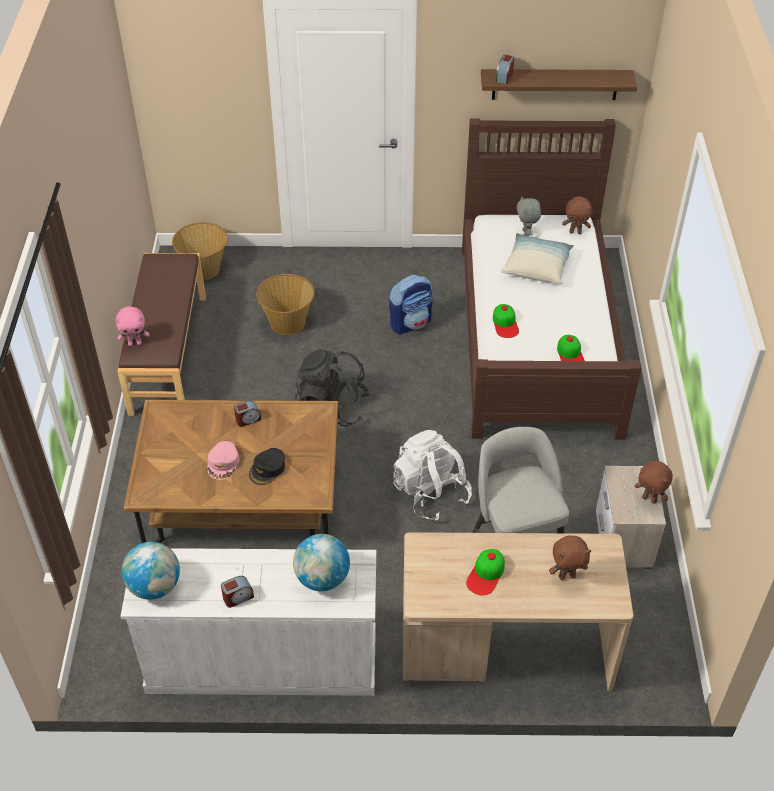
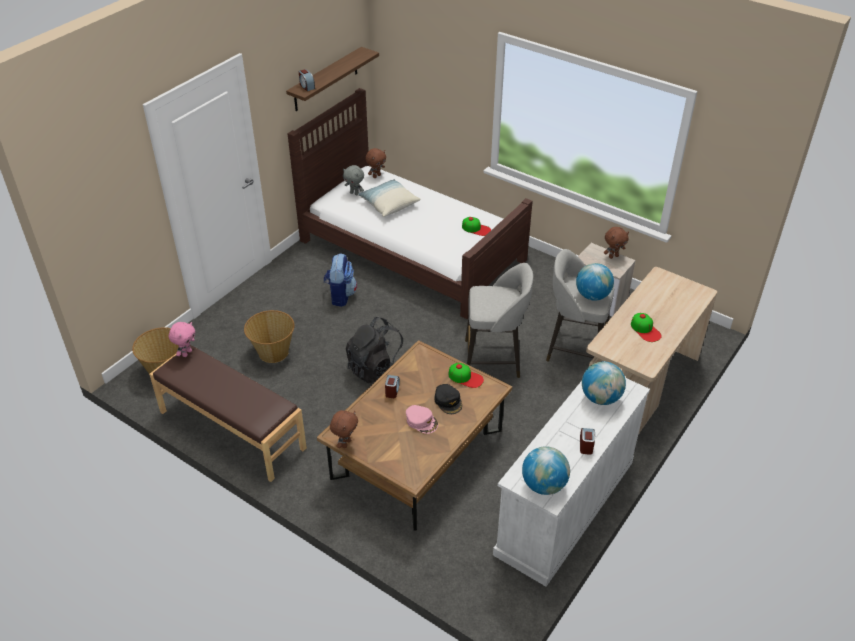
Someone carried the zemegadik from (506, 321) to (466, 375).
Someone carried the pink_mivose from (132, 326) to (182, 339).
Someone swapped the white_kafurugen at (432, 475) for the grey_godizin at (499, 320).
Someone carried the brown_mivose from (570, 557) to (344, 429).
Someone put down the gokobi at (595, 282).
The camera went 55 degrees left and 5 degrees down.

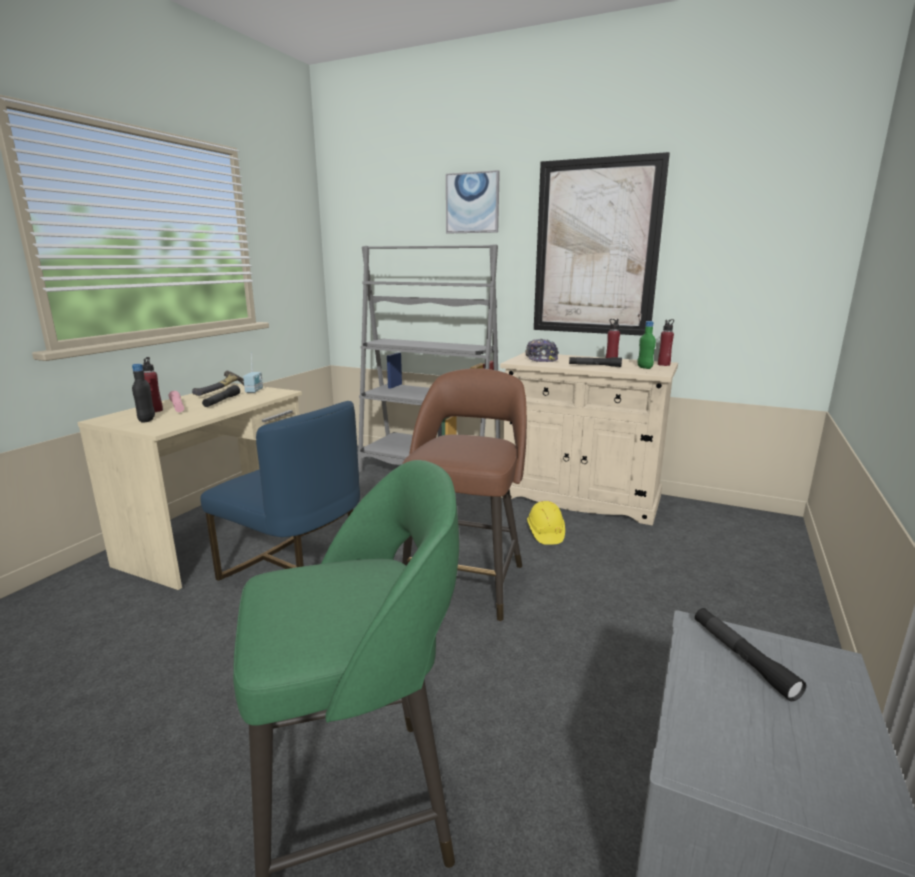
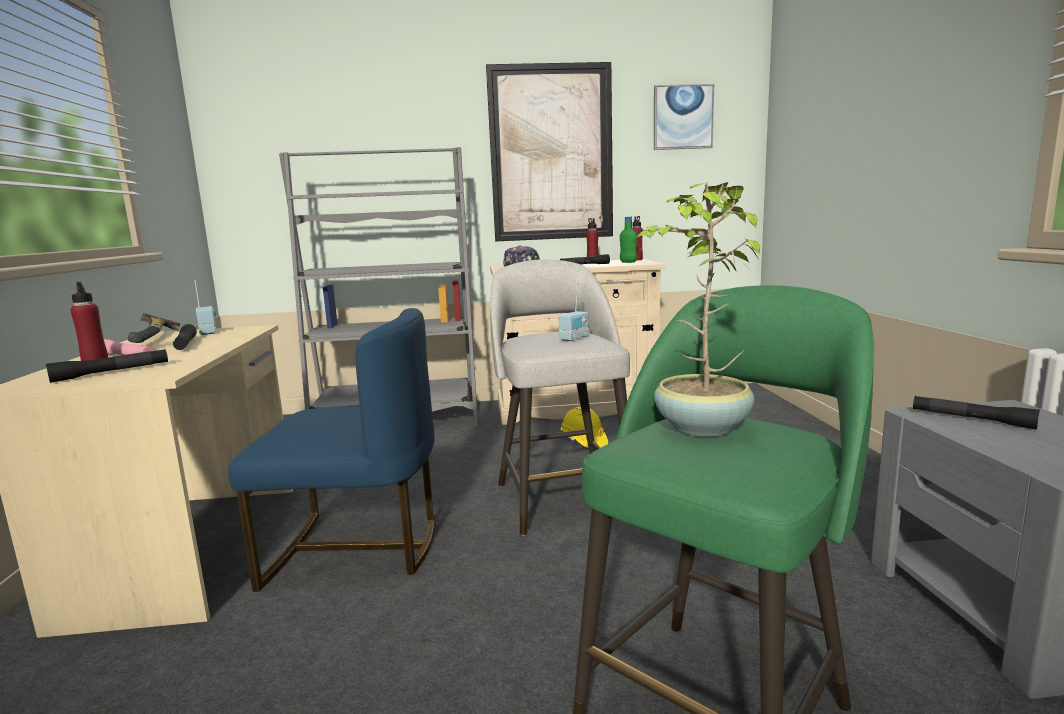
Someone carried the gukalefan from (473, 202) to (684, 117).
Someone swapped the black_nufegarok at (143, 393) for the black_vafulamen at (107, 366).
Someone repainted the brown_godizin at (464, 494), which became the grey_godizin at (560, 397).
Someone put down the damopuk at (697, 309).
Someone put down the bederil at (574, 312).
The camera went 30 degrees left and 5 degrees down.

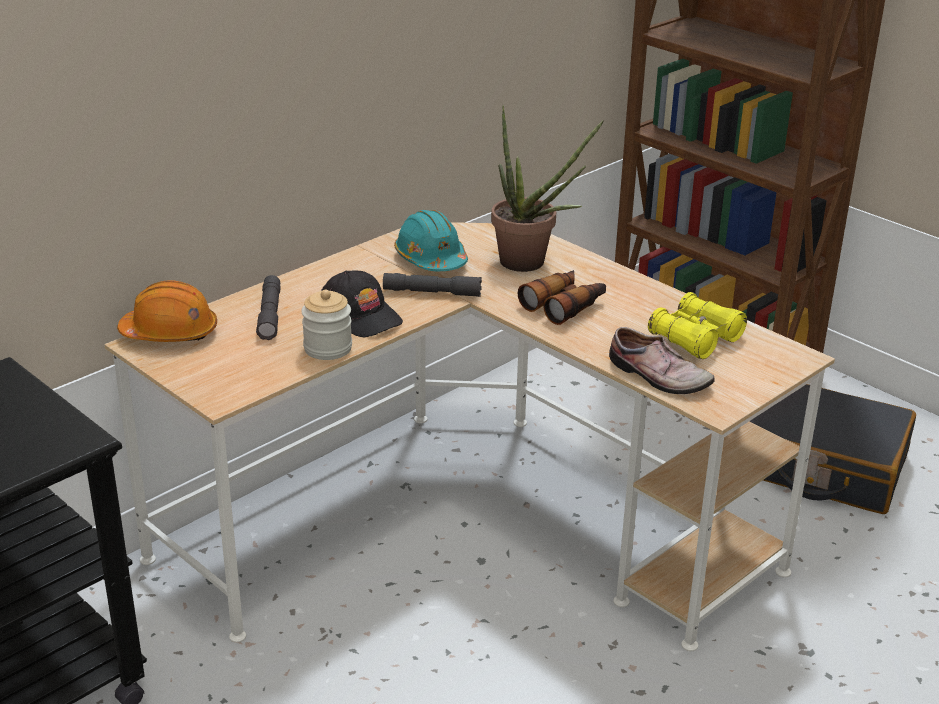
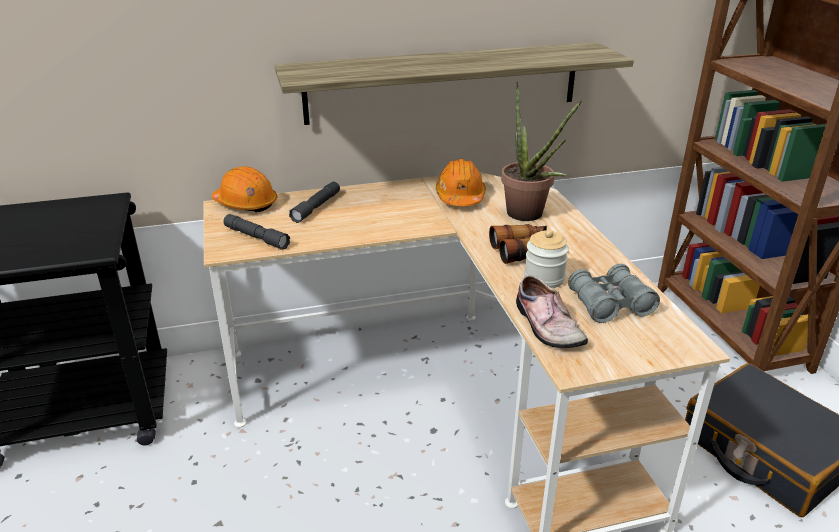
Someone repainted the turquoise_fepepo at (431, 240), which became the orange_fepepo at (461, 182).
Someone took away the black_zemegadik at (362, 304).
Someone carried the grey_vafulamen from (432, 285) to (256, 232).
Someone carried the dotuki from (326, 325) to (546, 259).
Someone repainted the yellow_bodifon at (697, 325), which became the grey_bodifon at (614, 293).
Someone put up the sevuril at (454, 83).
The camera went 30 degrees right and 0 degrees up.

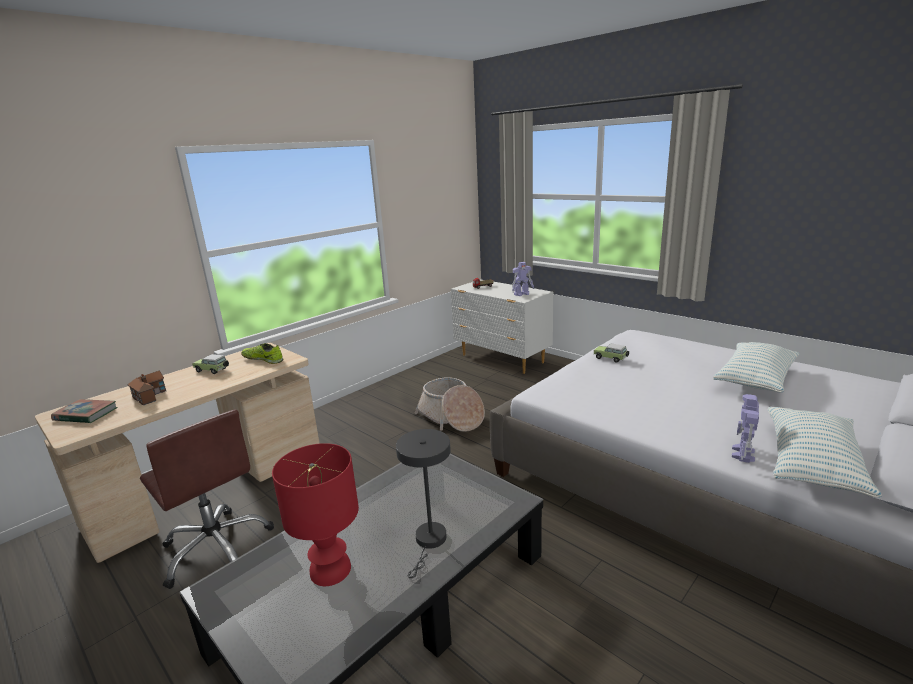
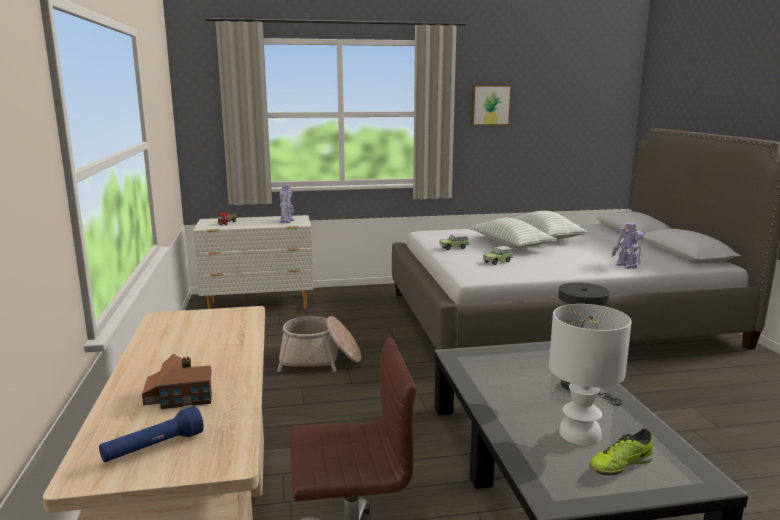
Someone carried the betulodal from (262, 353) to (621, 451).
Someone carried the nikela from (210, 364) to (498, 255).
Someone swapped the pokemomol at (84, 411) for the blue_vafulamen at (151, 434).
Someone carried the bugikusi from (825, 452) to (513, 233).
Someone repainted the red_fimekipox at (315, 514), which became the white_fimekipox at (590, 374).
Someone put up the gukalefan at (491, 105).
The camera went 55 degrees left and 5 degrees down.

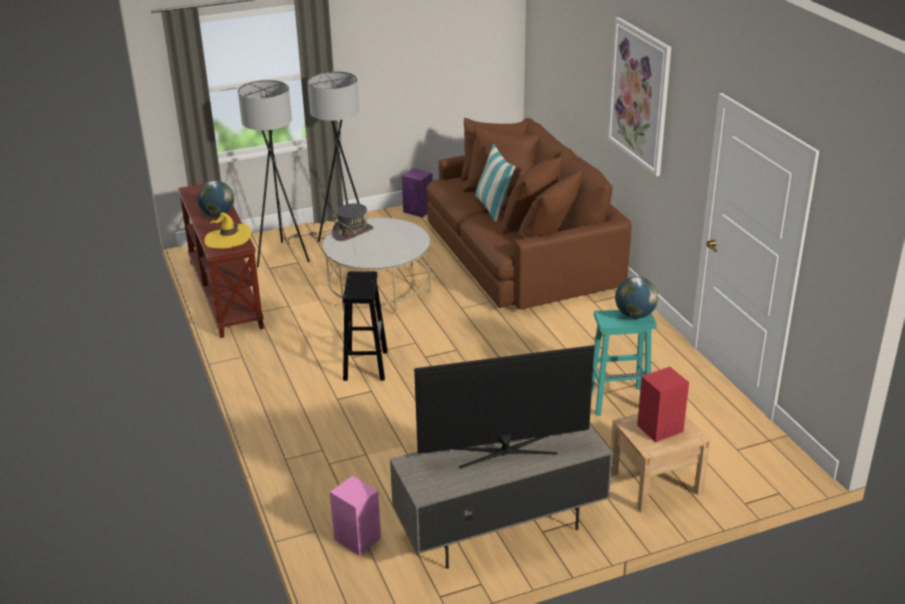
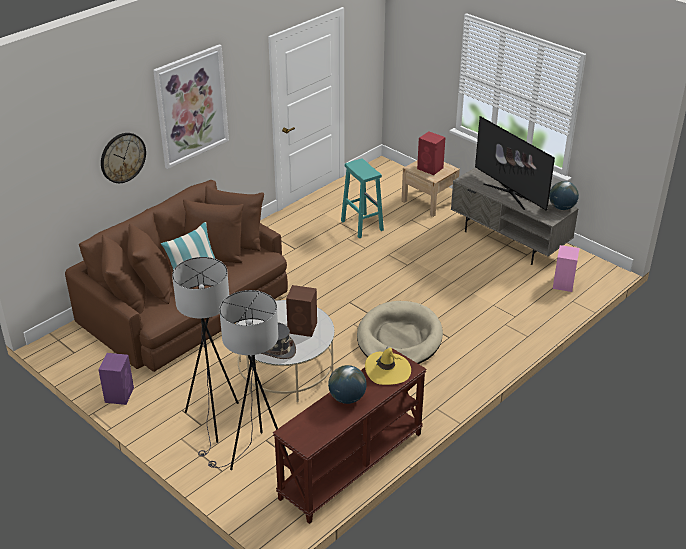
Someone swapped the black_godizin at (365, 326) for the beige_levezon at (400, 332).
Someone carried the gokobi from (636, 297) to (564, 195).
Someone put up the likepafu at (123, 158).
Someone put down the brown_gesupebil at (301, 311).
The camera went 115 degrees left and 5 degrees up.

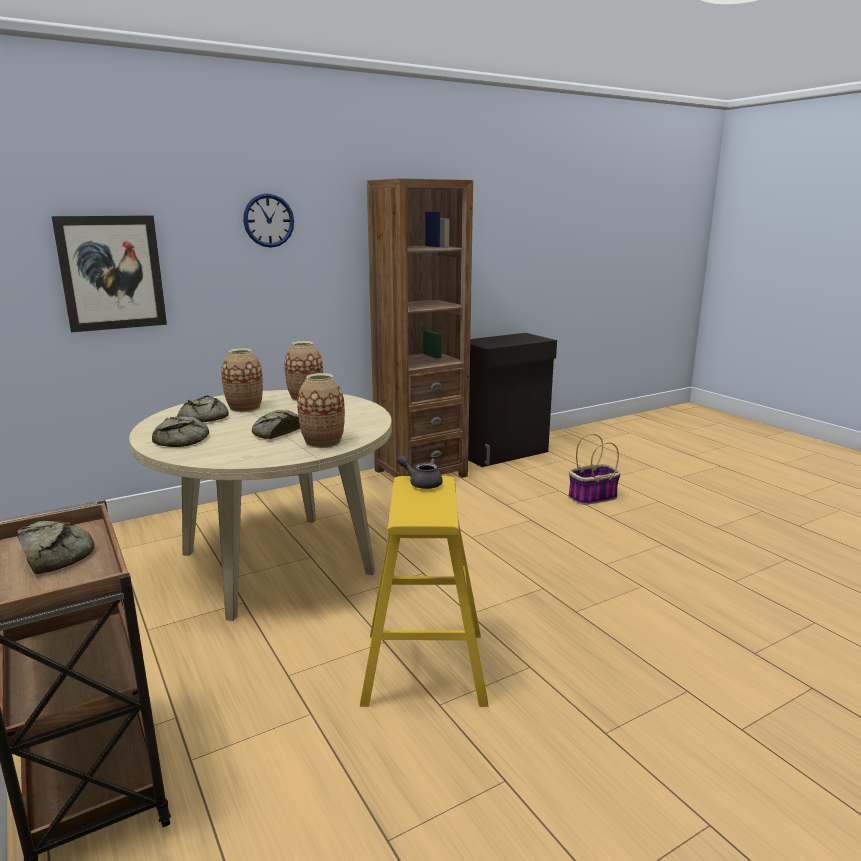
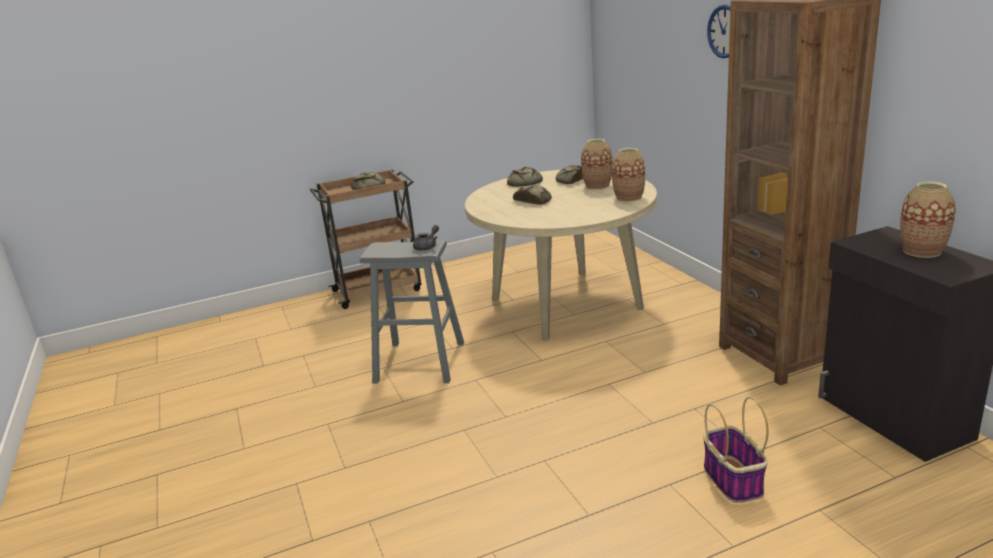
Someone took away the gukalefan at (109, 274).
Someone carried the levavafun from (321, 410) to (928, 219).
Someone repainted the yellow_godizin at (424, 591), which became the grey_godizin at (412, 311).
The camera went 100 degrees right and 5 degrees up.

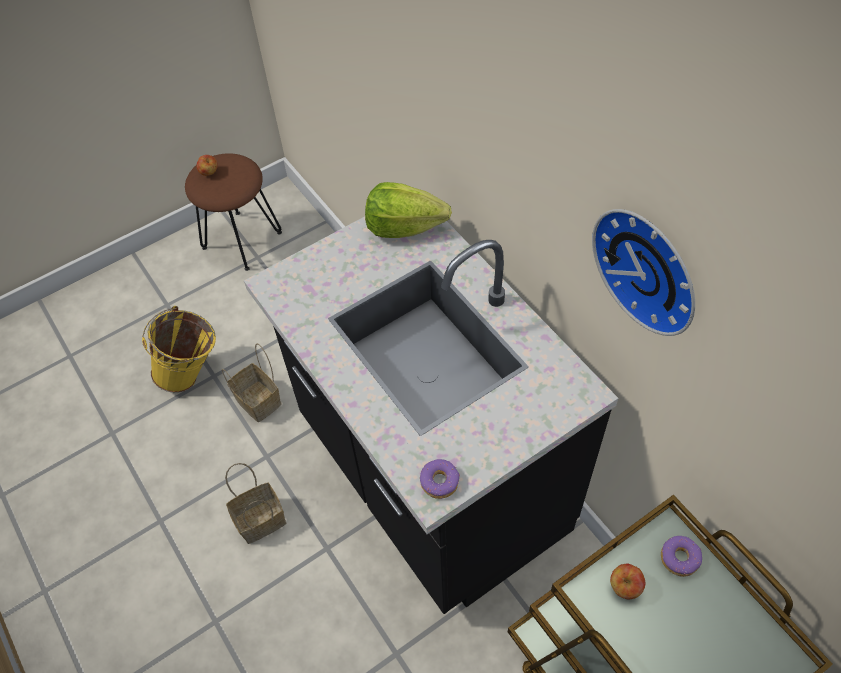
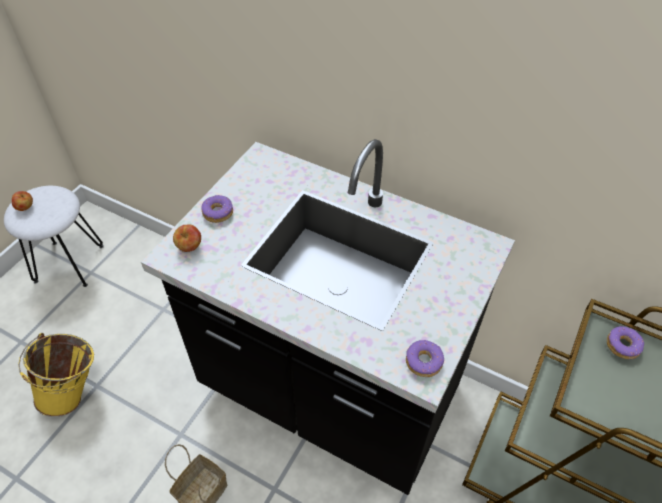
Someone repainted the brown_godizin at (233, 212), which became the white_godizin at (54, 236).
Someone took away the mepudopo at (408, 210).
Someone took away the likepafu at (643, 272).
Someone took away the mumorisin at (252, 382).
Someone carried the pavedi from (627, 581) to (187, 238).
Someone put down the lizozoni at (217, 209).
The camera went 30 degrees left and 5 degrees down.

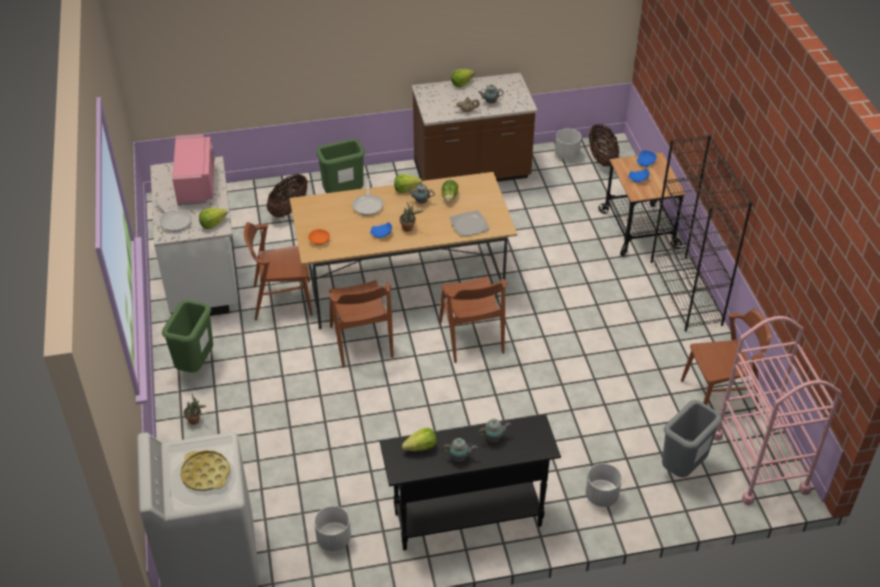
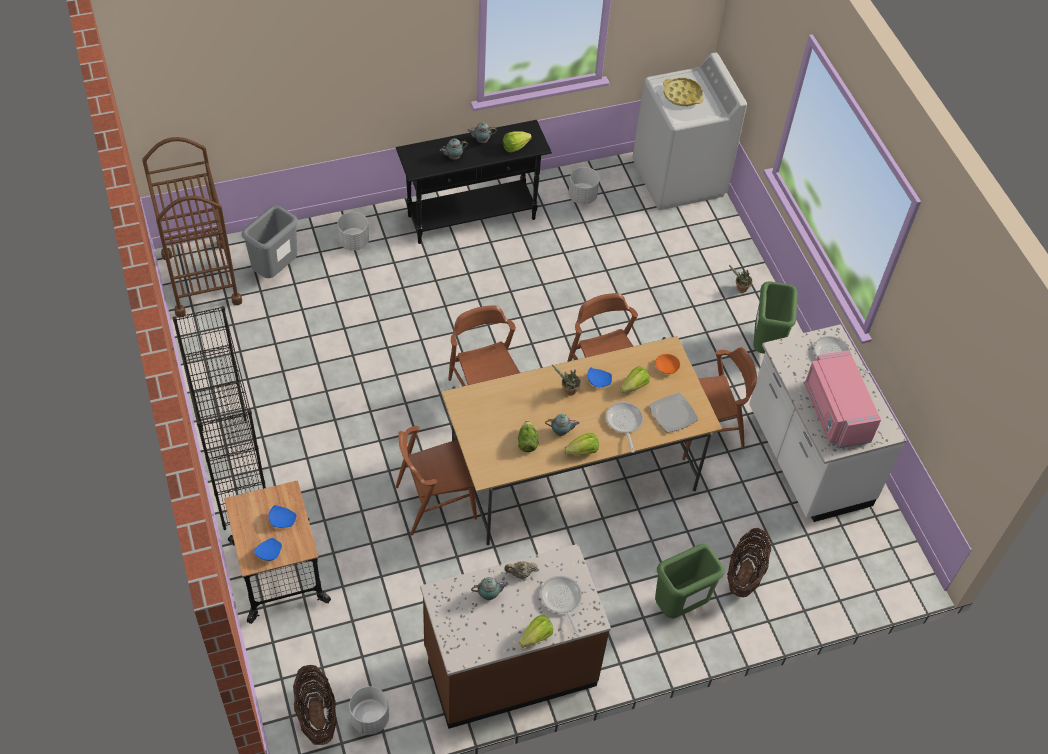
Someone carried the mepudopo from (213, 218) to (635, 379).
Someone carried the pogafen from (470, 223) to (673, 412).
Someone carried the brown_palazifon from (726, 360) to (436, 480).
Someone repainted the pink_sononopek at (778, 410), which became the brown_sononopek at (192, 227).
Someone put down the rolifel at (561, 606).
The camera went 170 degrees right and 10 degrees up.

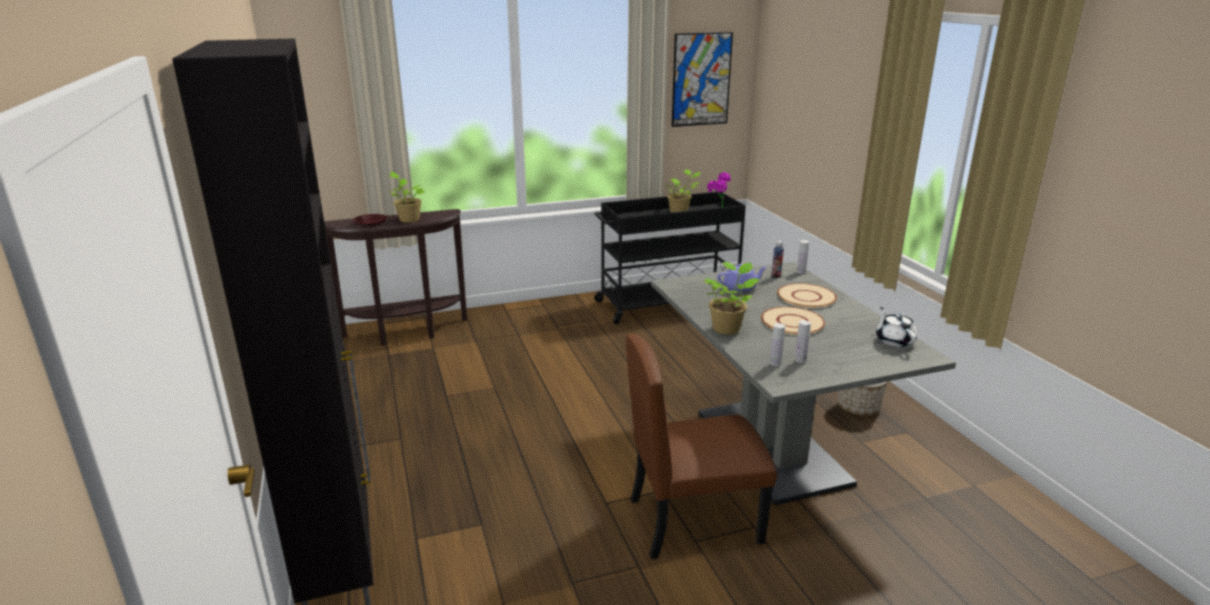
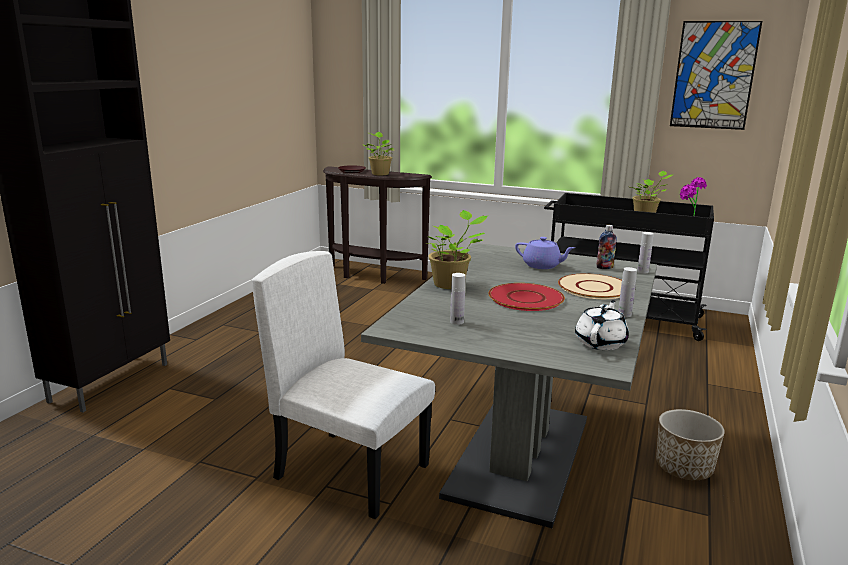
Someone repainted the beige_pogafen at (793, 321), which became the red_pogafen at (526, 297).
Someone carried the white_nufegarok from (777, 344) to (627, 292).
Someone repainted the brown_palazifon at (701, 446), which became the white_palazifon at (343, 385).
The camera went 40 degrees right and 5 degrees down.

